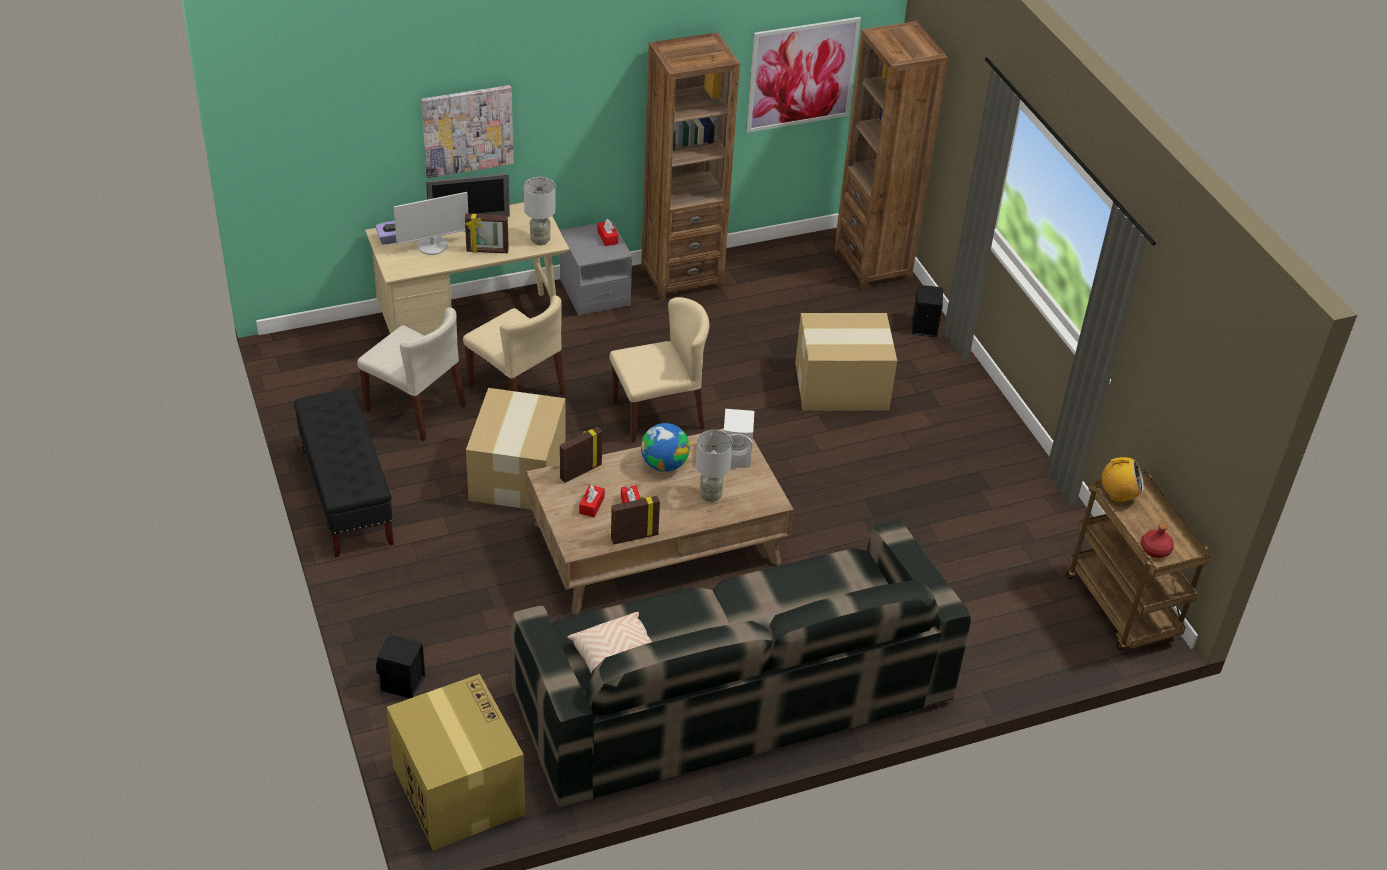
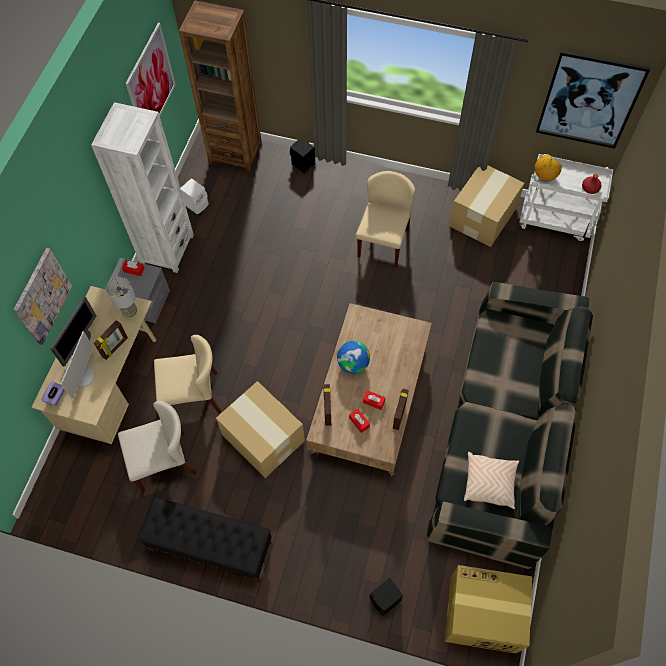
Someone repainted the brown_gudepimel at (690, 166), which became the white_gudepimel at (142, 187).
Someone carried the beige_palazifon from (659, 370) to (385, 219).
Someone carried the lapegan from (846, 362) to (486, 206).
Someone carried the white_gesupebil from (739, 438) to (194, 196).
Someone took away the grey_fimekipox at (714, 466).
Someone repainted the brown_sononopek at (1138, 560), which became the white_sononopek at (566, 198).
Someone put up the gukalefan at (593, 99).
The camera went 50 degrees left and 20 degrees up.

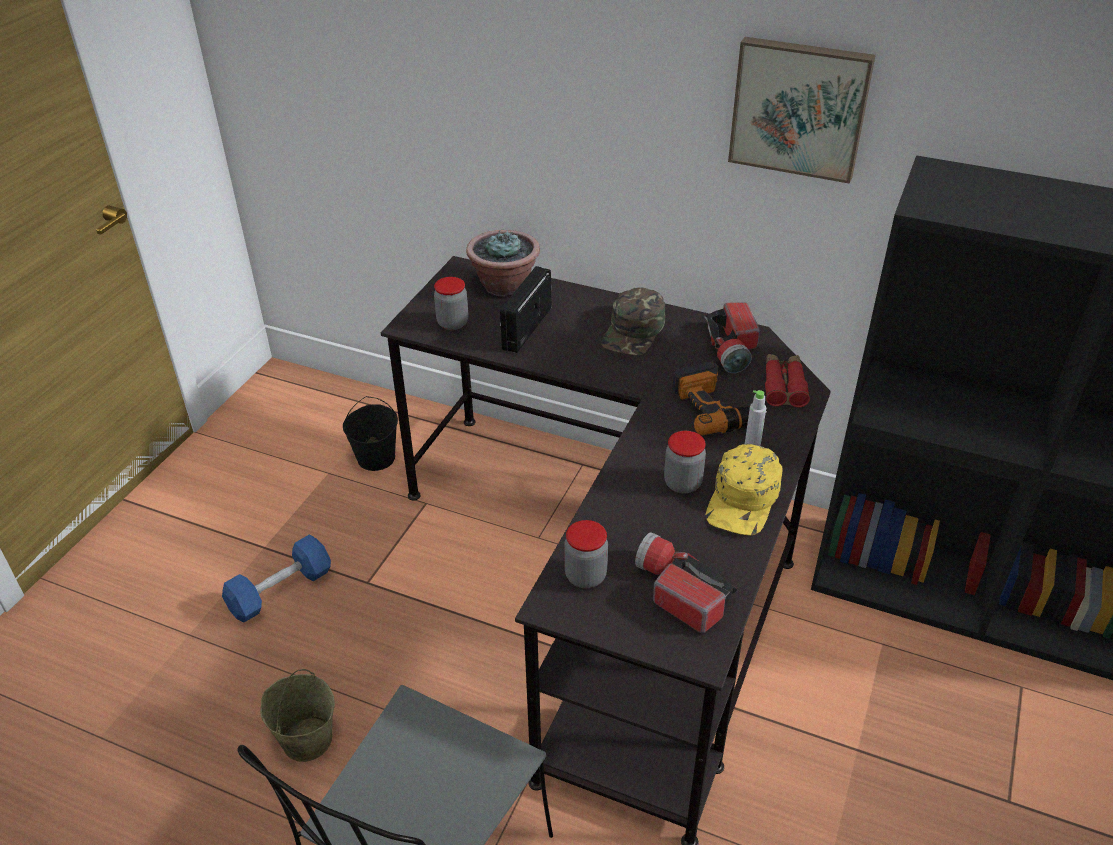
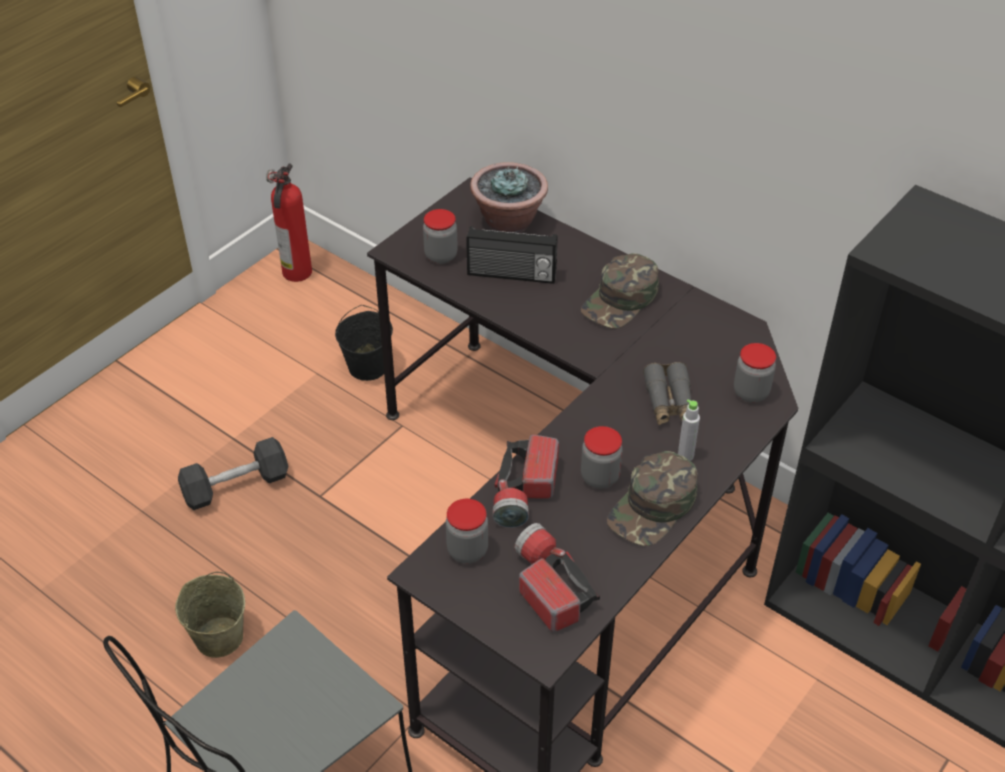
Someone took away the gukalefan at (802, 110).
Someone rotated the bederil at (525, 309) by 120 degrees counterclockwise.
Someone carried the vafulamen from (732, 337) to (526, 481).
Someone swapped the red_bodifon at (787, 380) for the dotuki at (755, 373).
Someone swapped the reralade at (719, 398) for the grey_bodifon at (667, 393).
Someone repainted the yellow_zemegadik at (744, 490), which became the green_zemegadik at (652, 498).
Someone repainted the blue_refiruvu at (276, 578), which became the black_refiruvu at (233, 473).
Someone put down the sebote at (289, 223).
The camera went 15 degrees right and 5 degrees up.

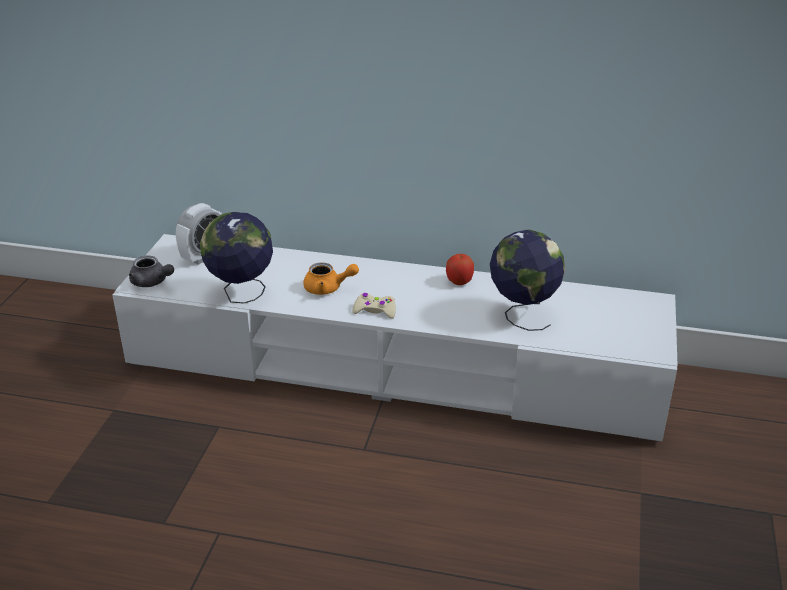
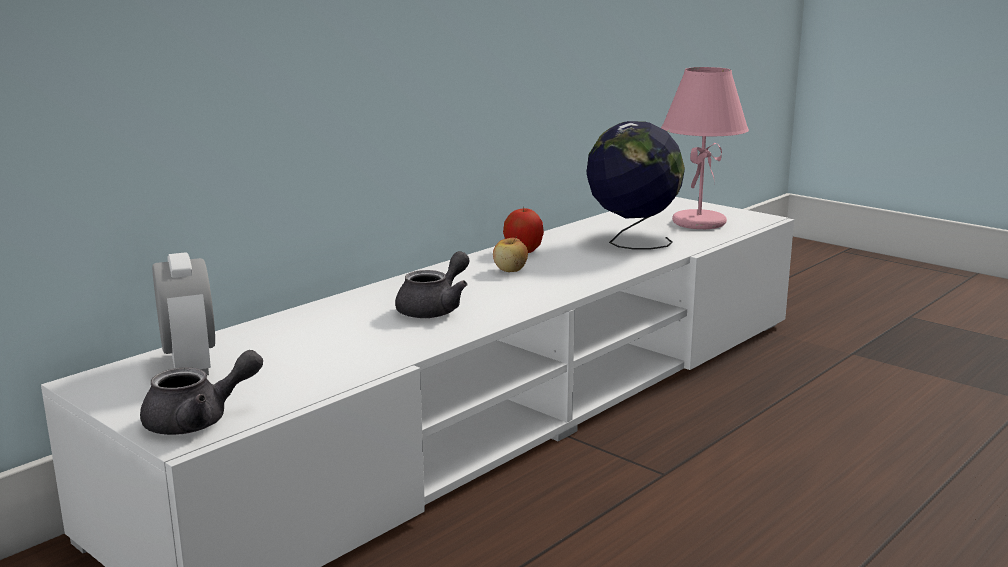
Someone took away the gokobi at (236, 258).
Someone repainted the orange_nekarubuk at (331, 279), which became the grey_nekarubuk at (432, 284).
Someone took away the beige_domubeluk at (374, 306).
Someone put down the pink_fimekipox at (705, 148).
Someone put down the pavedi at (510, 254).
The camera went 60 degrees left and 15 degrees down.

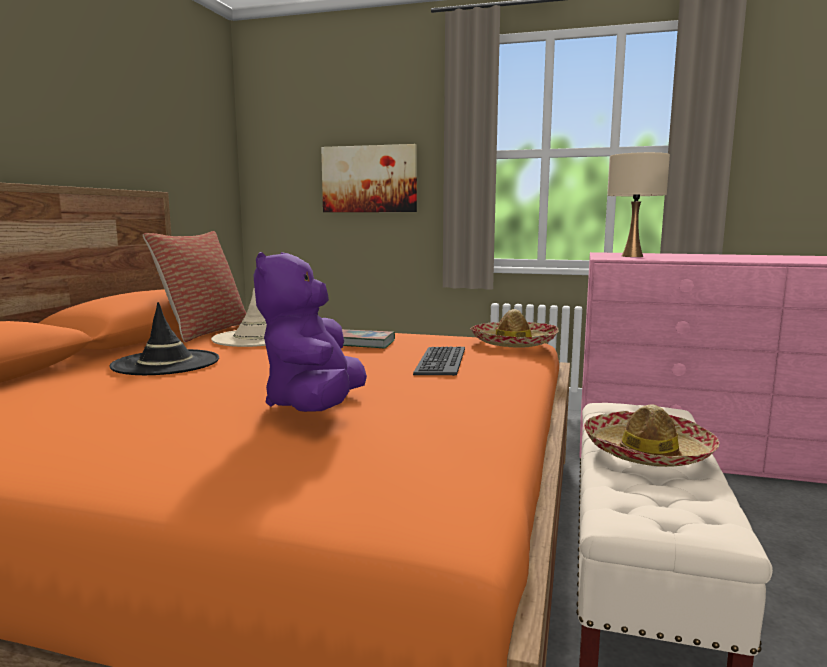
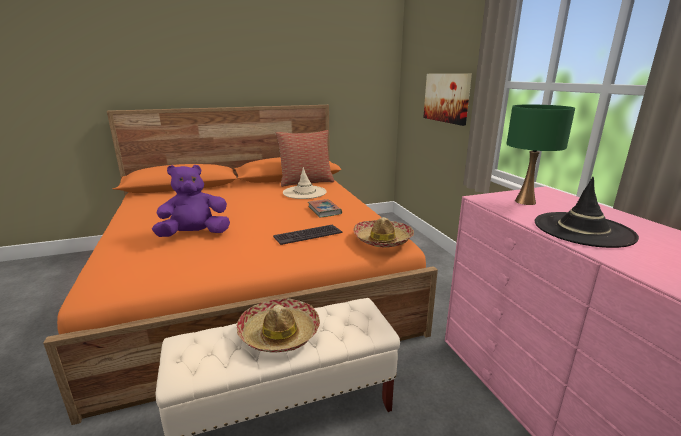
Someone repainted the beige_fimekipox at (638, 204), which became the green_fimekipox at (541, 155).
Someone carried the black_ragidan from (164, 338) to (587, 212).
The camera went 55 degrees right and 10 degrees up.

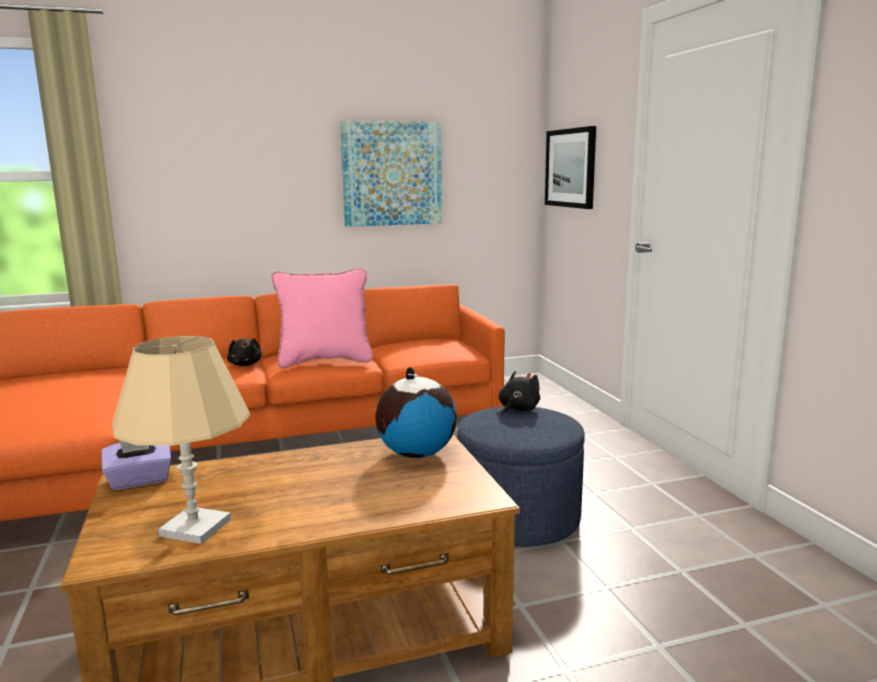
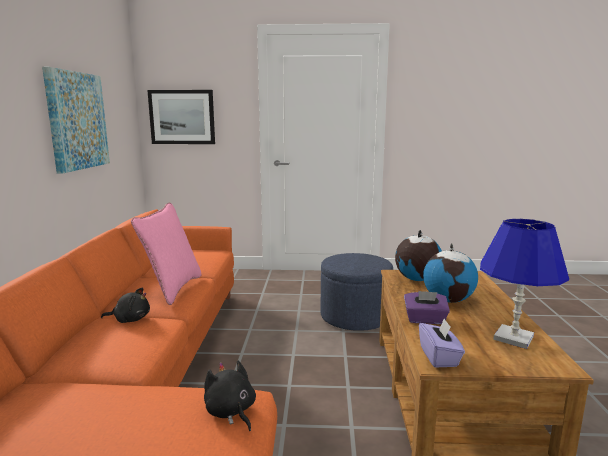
Someone repainted the beige_fimekipox at (181, 440), which became the blue_fimekipox at (524, 284).
Someone carried the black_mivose from (519, 393) to (230, 396).
Someone put down the gokobi at (450, 273).
Someone put down the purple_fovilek at (427, 307).
The camera went 70 degrees left and 0 degrees up.

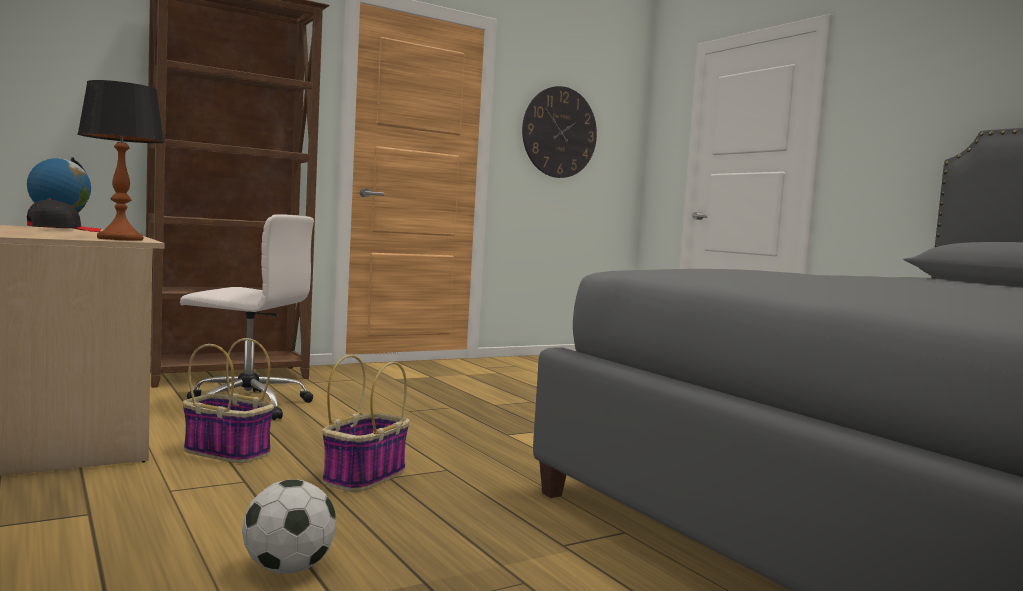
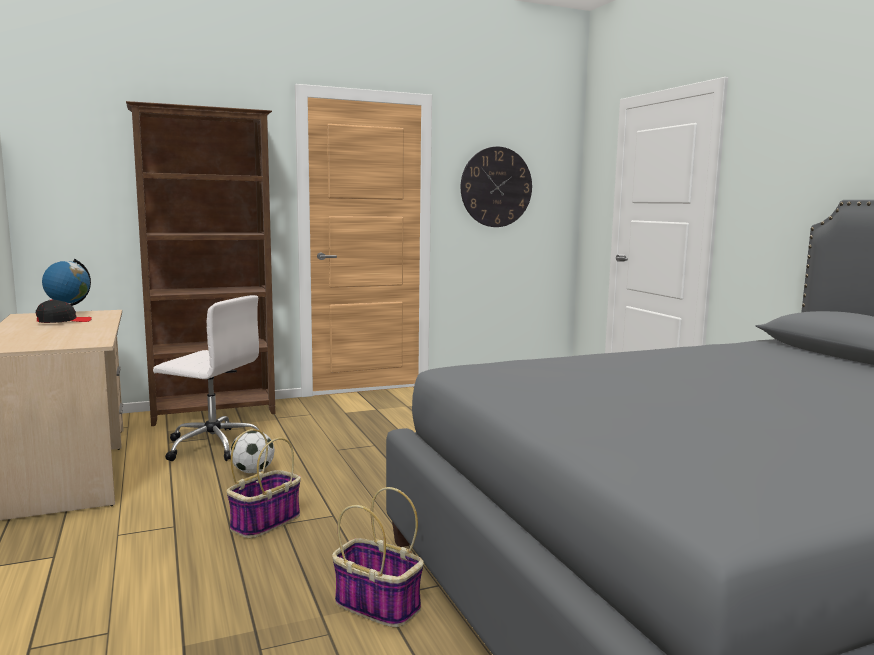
Someone took away the fimekipox at (120, 160).
Someone carried the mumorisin from (228, 400) to (378, 557).
Someone carried the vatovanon from (289, 526) to (252, 452).
The camera went 10 degrees right and 5 degrees up.

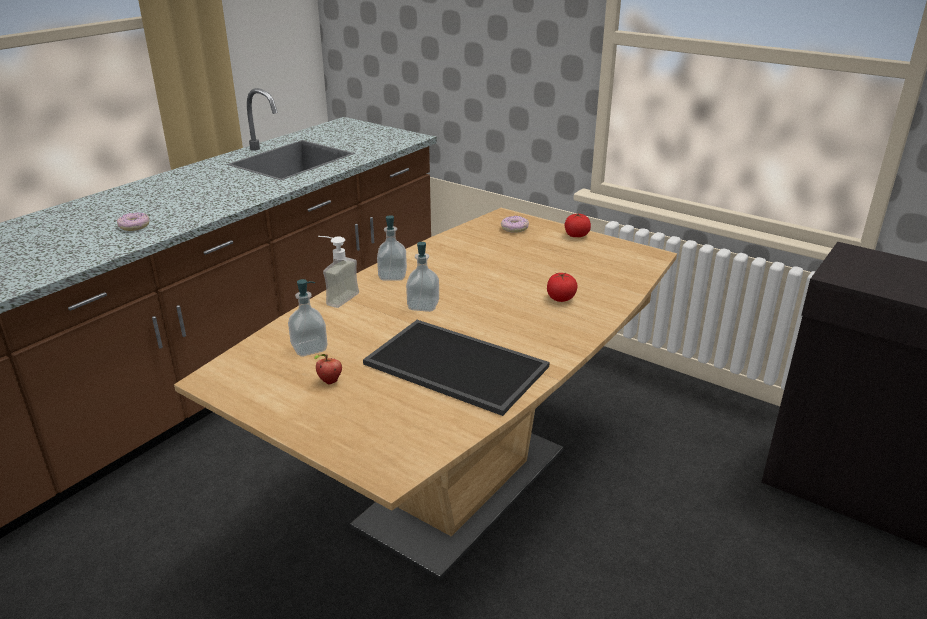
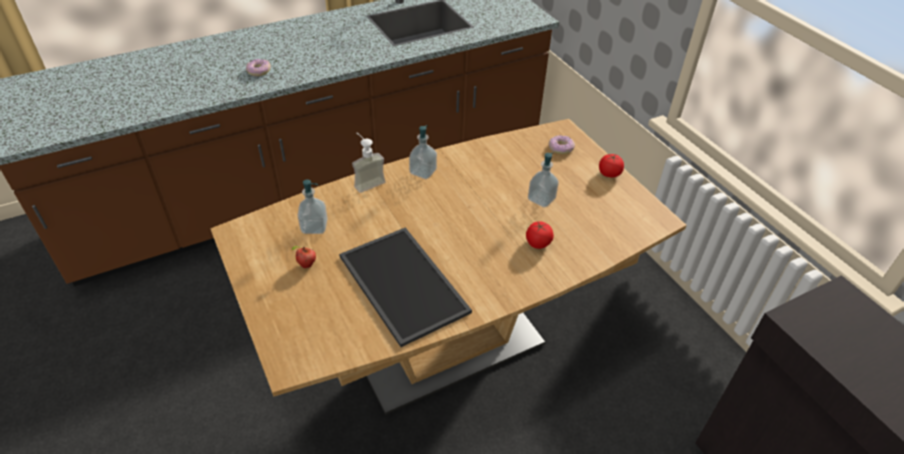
Someone carried the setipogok from (422, 277) to (543, 180).
The camera went 25 degrees right and 15 degrees up.

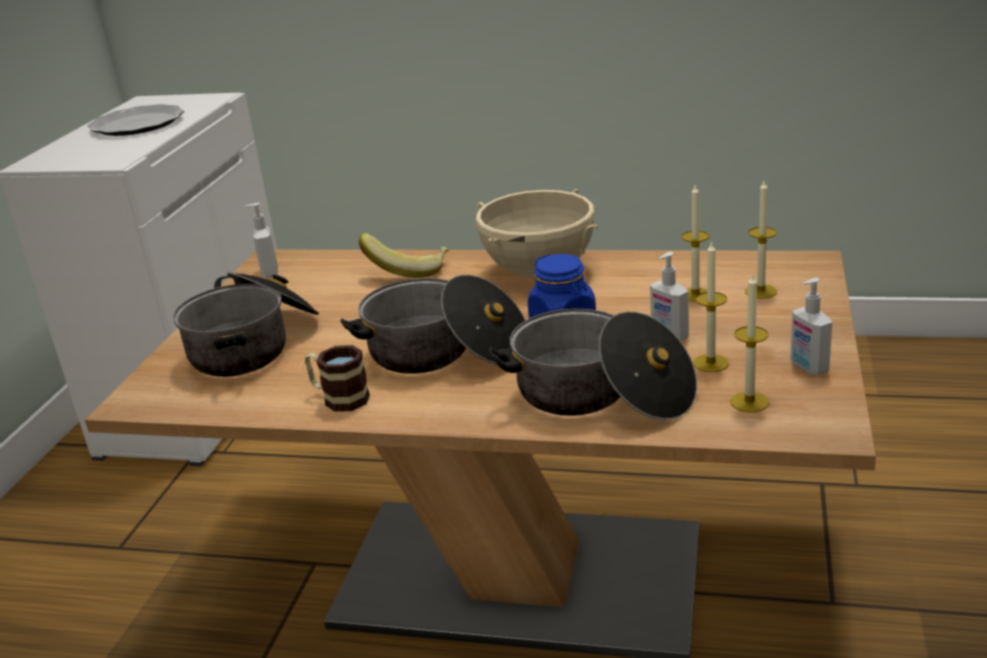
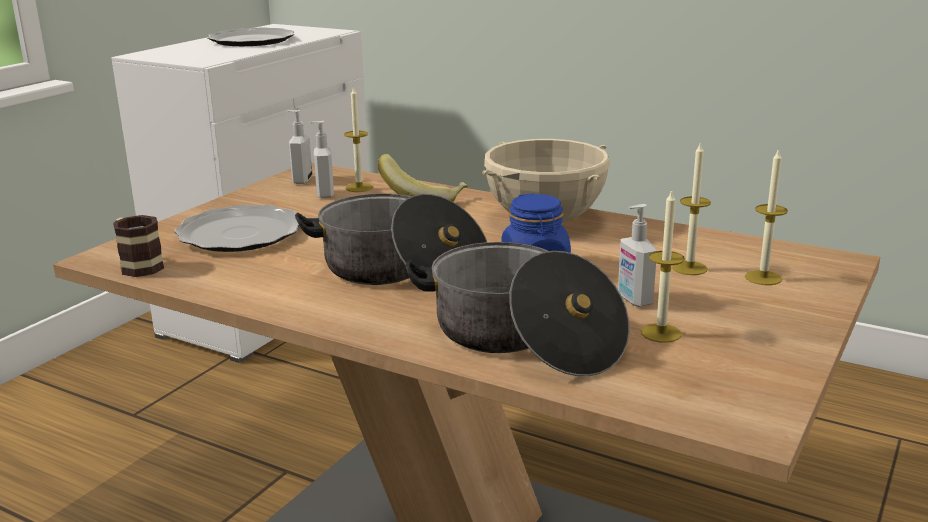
Someone swapped the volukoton at (246, 324) for the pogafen at (236, 228).
Someone carried the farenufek from (749, 343) to (358, 139).
Someone carried the setipogok from (811, 326) to (321, 159).
Someone carried the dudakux from (337, 378) to (138, 246).
The camera went 15 degrees right and 5 degrees down.

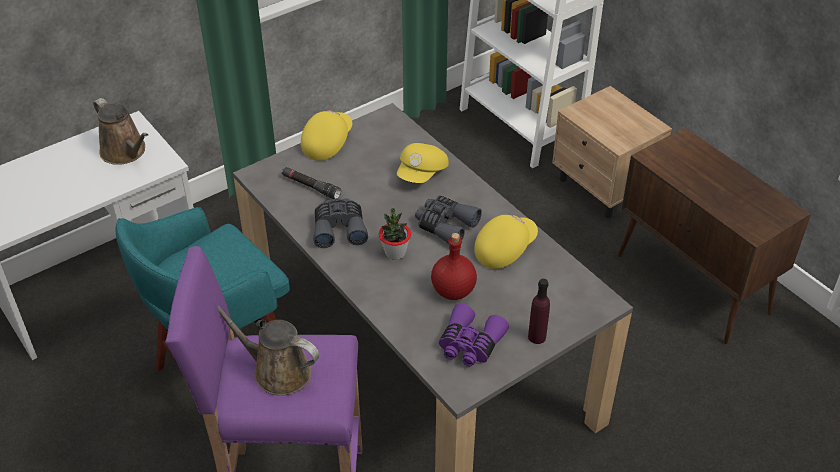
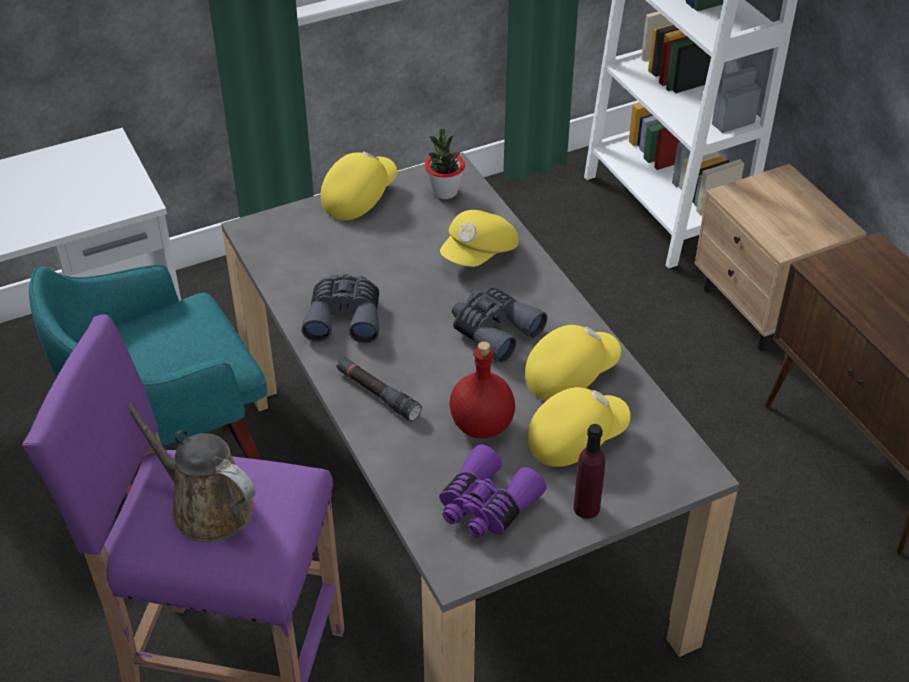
Someone took away the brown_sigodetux at (120, 131).
Someone carried the black_vafulamen from (311, 183) to (379, 389).
Someone carried the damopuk from (395, 234) to (445, 164).
Someone put down the yellow_zemegadik at (579, 427).
The camera went 10 degrees right and 0 degrees up.

